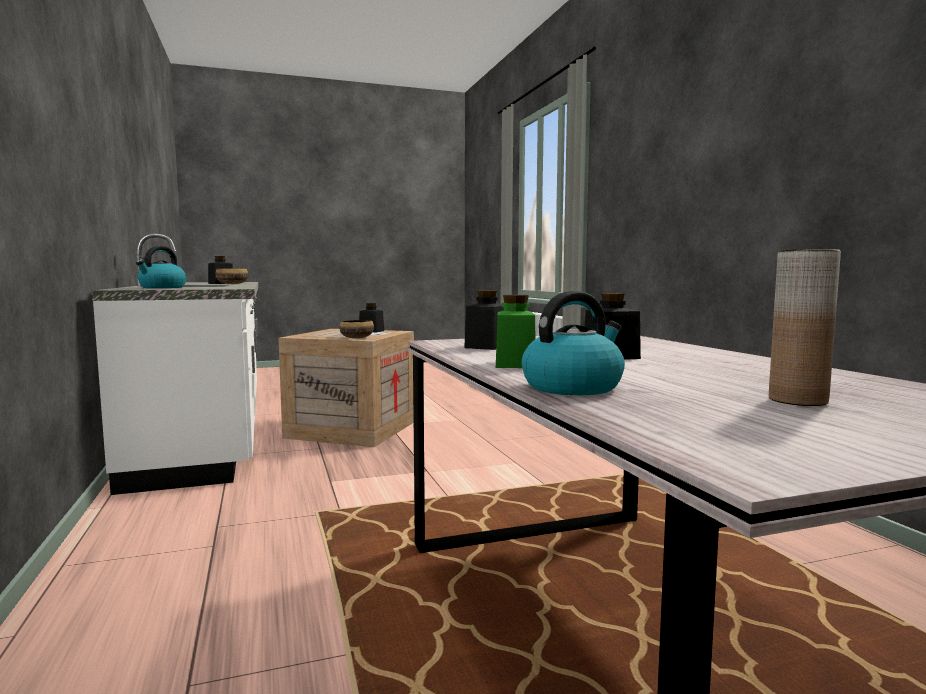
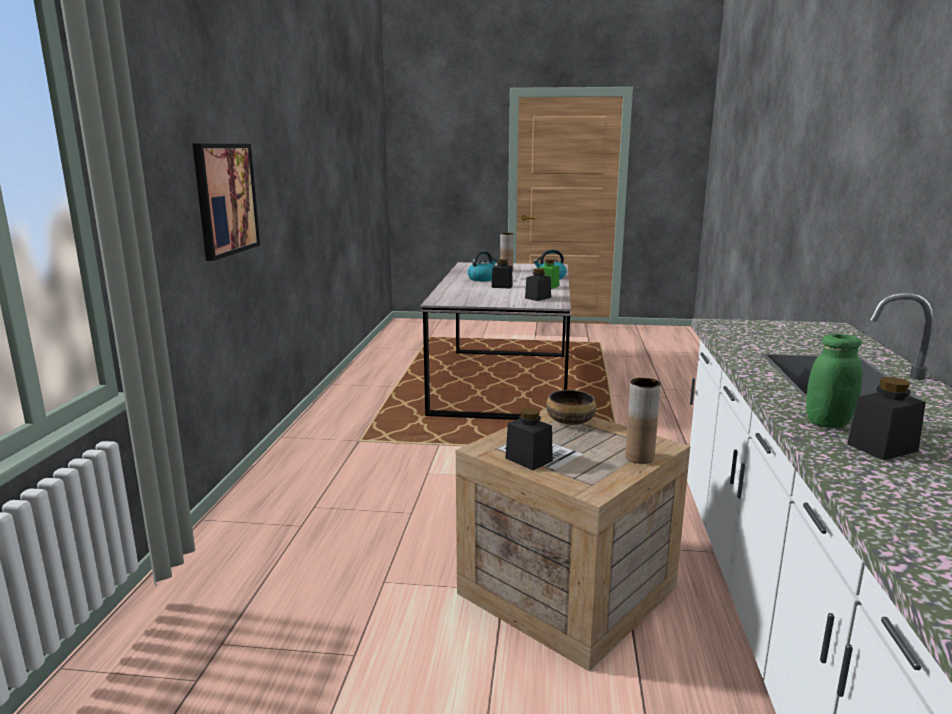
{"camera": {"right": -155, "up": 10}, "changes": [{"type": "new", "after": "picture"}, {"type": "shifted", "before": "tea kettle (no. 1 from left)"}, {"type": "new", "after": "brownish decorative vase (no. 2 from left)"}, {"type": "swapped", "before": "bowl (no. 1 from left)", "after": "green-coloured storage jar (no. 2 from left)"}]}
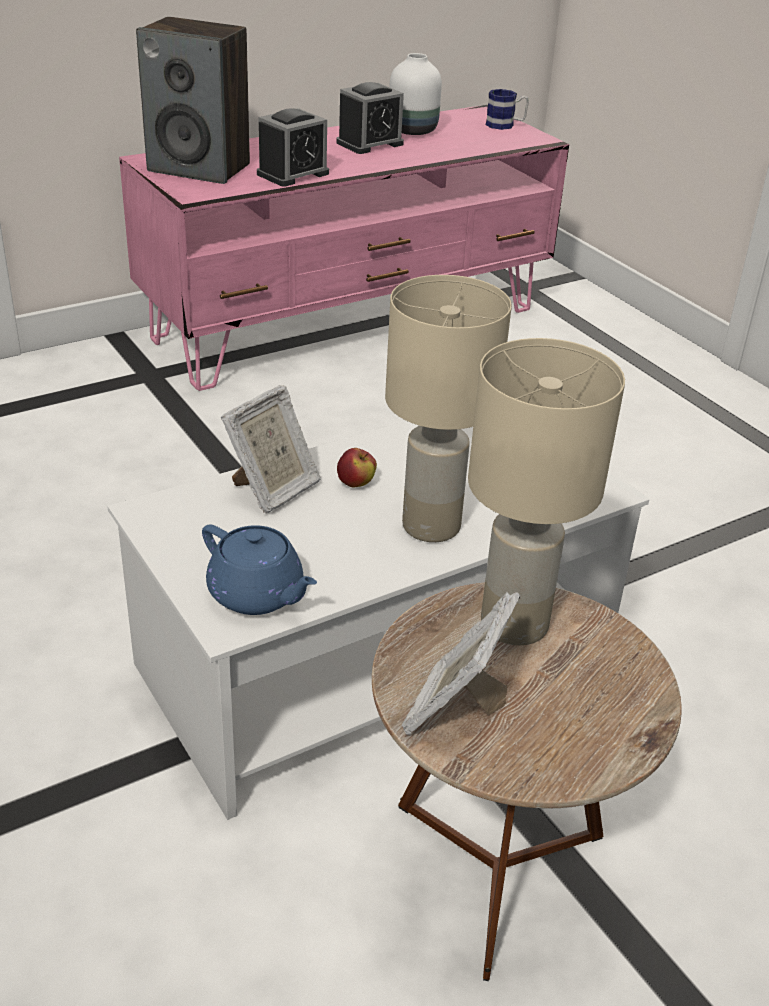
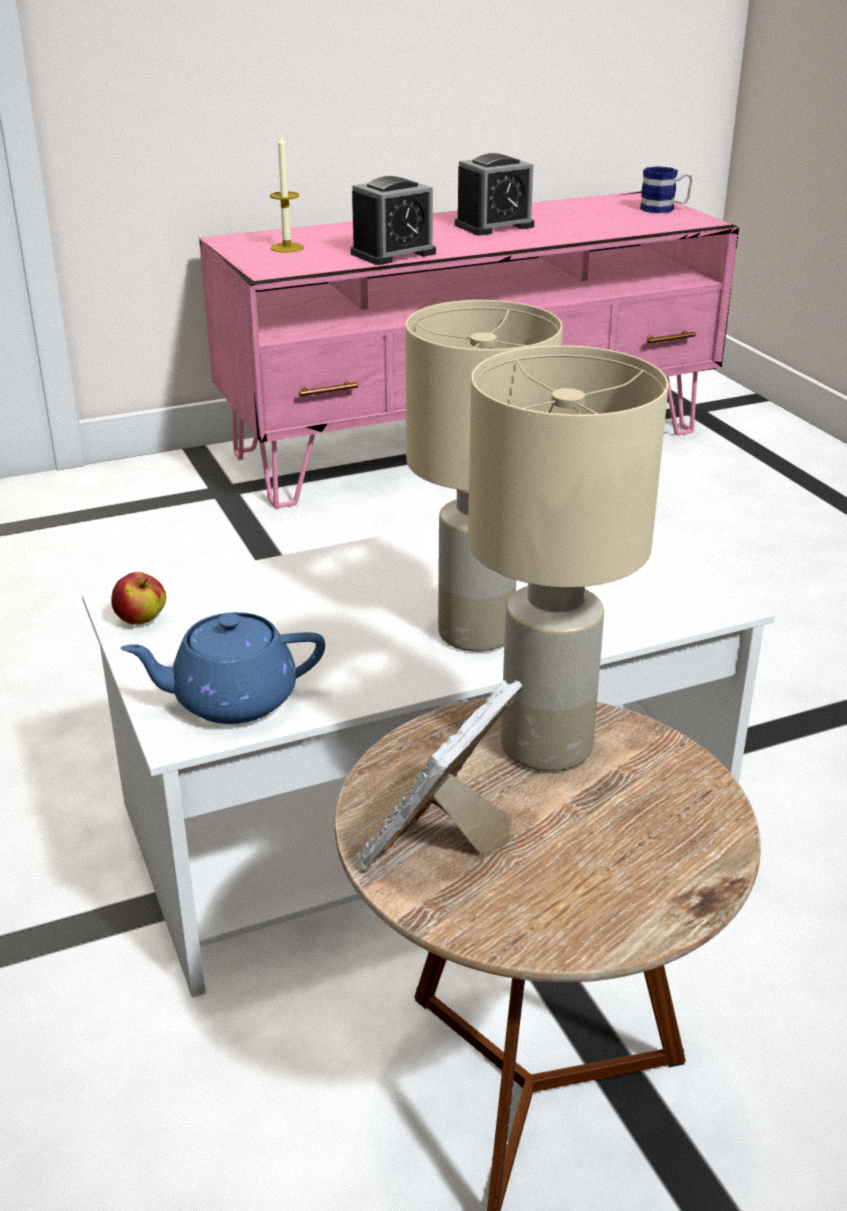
{"camera": {"right": 10, "up": -5}, "changes": [{"type": "shifted", "before": "apple"}, {"type": "rotated", "before": "blue-coloured teapot", "turn": 120}, {"type": "swapped", "before": "audio speaker", "after": "candle"}, {"type": "gone", "before": "picture frame (no. 1 from left)"}, {"type": "gone", "before": "white decorative vase"}]}
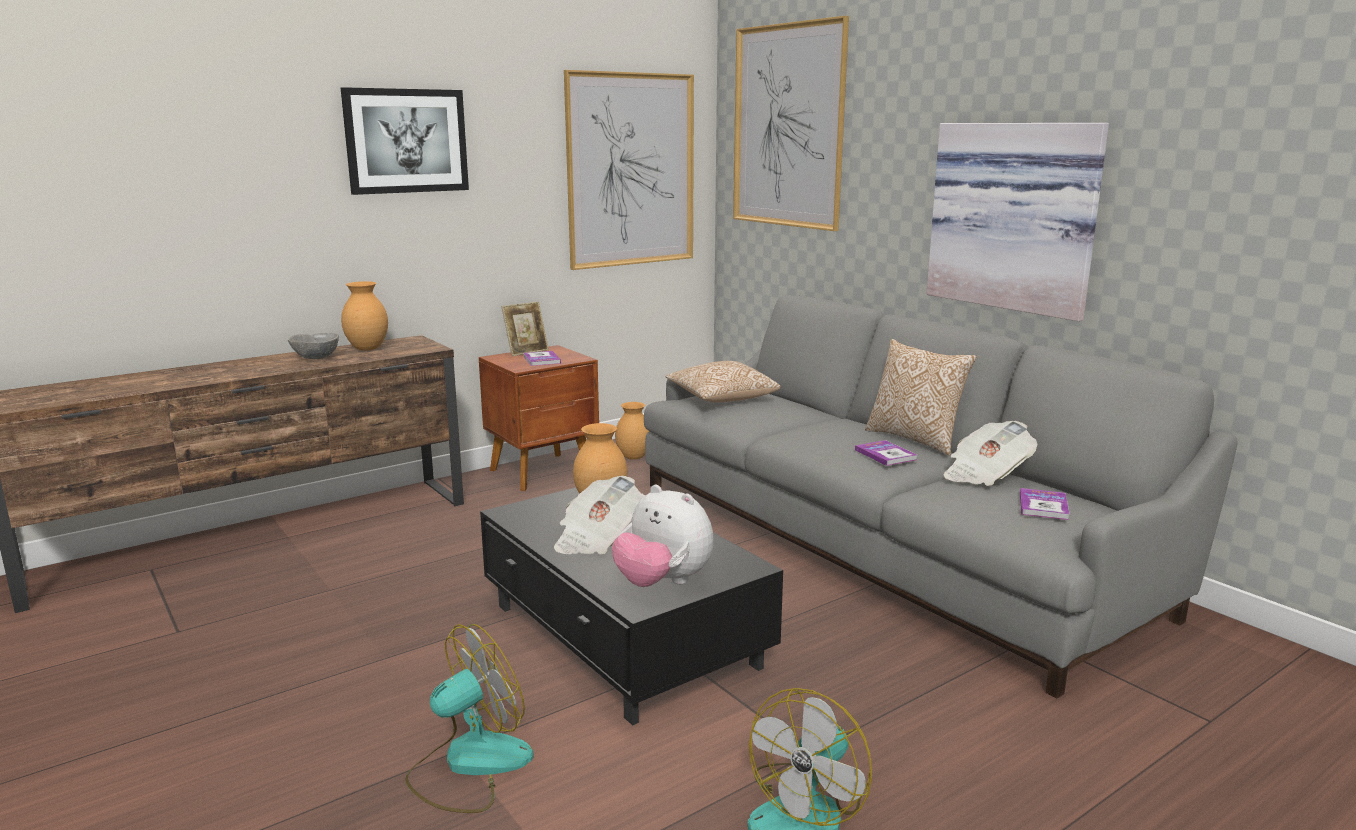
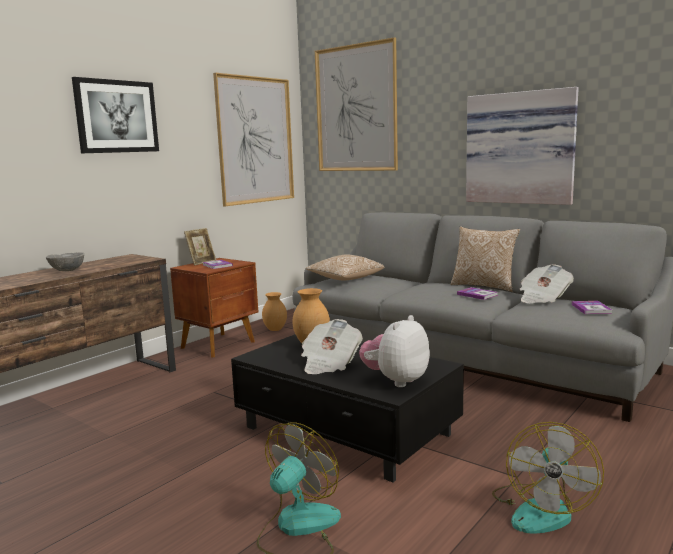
{"camera": {"right": -15, "up": -5}, "changes": [{"type": "rotated", "before": "soft toy", "turn": 105}, {"type": "gone", "before": "brownish decorative vase (no. 1 from left)"}]}
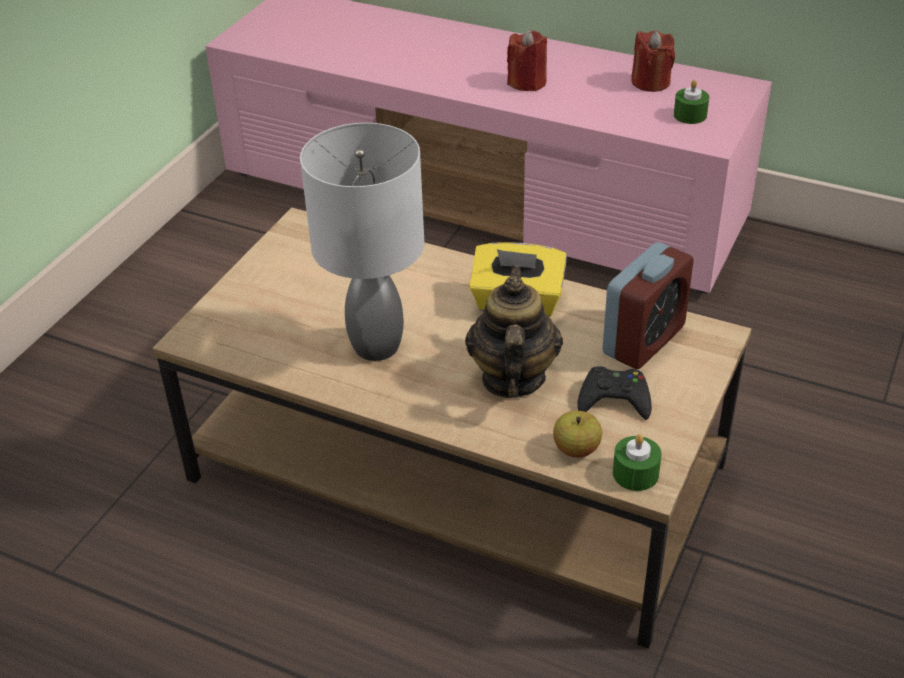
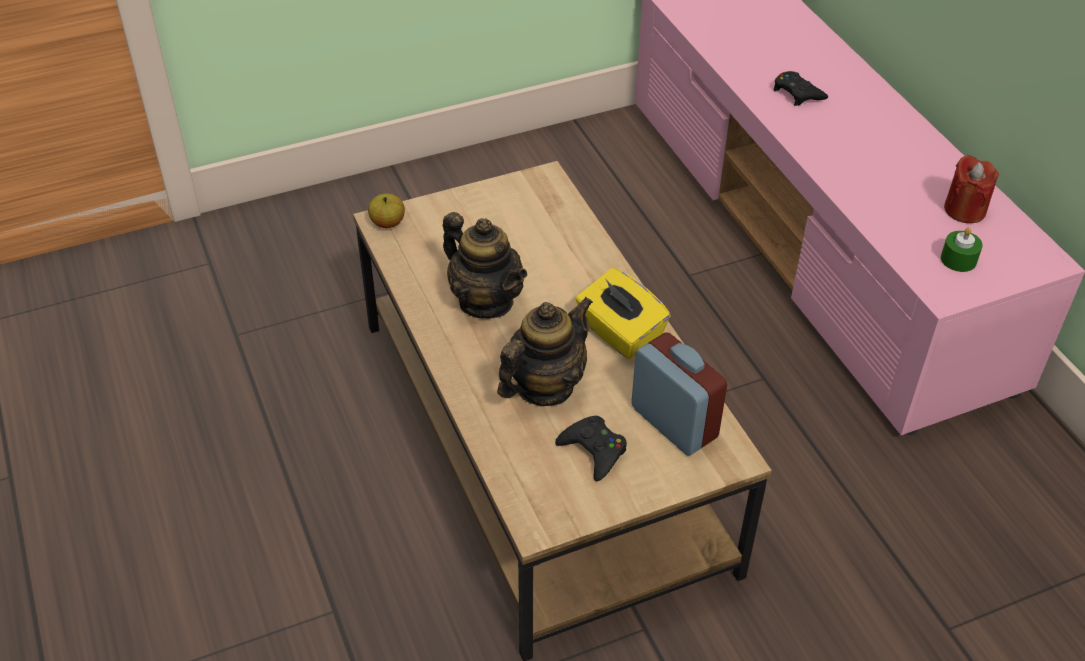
{"camera": {"right": 40, "up": 5}, "changes": [{"type": "shifted", "before": "apple"}, {"type": "swapped", "before": "grey tabletop lamp", "after": "teapot (no. 1 from left)"}, {"type": "rotated", "before": "alarm clock", "turn": -120}, {"type": "new", "after": "black-coloured joypad (no. 2 from left)"}, {"type": "gone", "before": "reddish candle (no. 1 from left)"}, {"type": "gone", "before": "green-coloured candle (no. 1 from left)"}]}
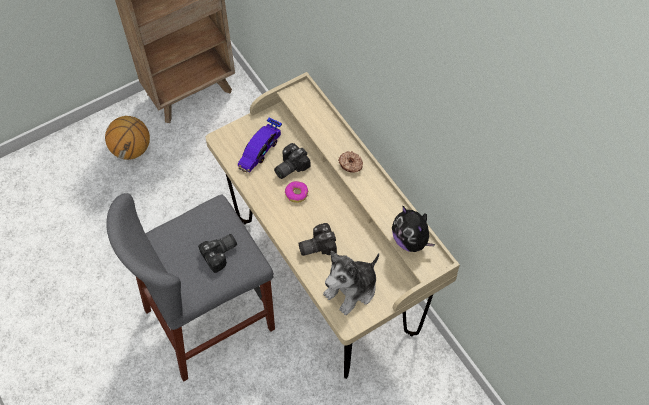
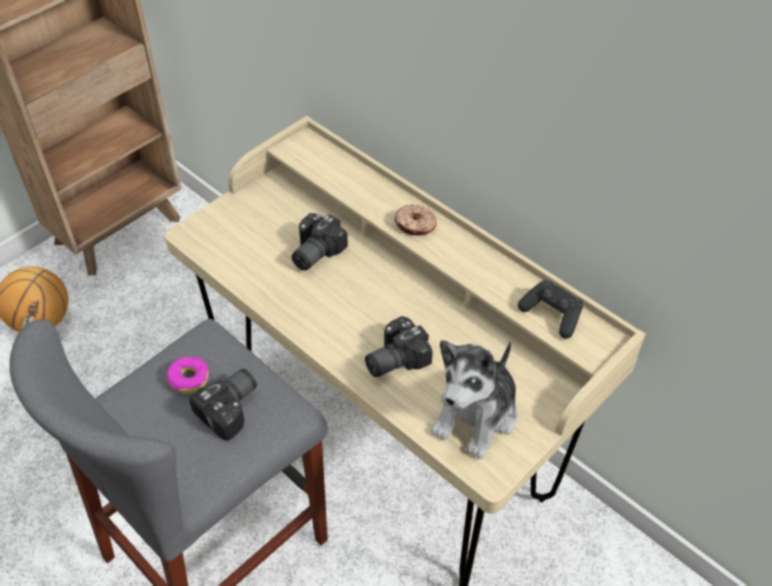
{"camera": {"right": -15, "up": -10}, "changes": [{"type": "shifted", "before": "doughnut (no. 1 from left)"}, {"type": "swapped", "before": "soft toy (no. 2 from left)", "after": "black-coloured joypad"}, {"type": "gone", "before": "model car"}]}
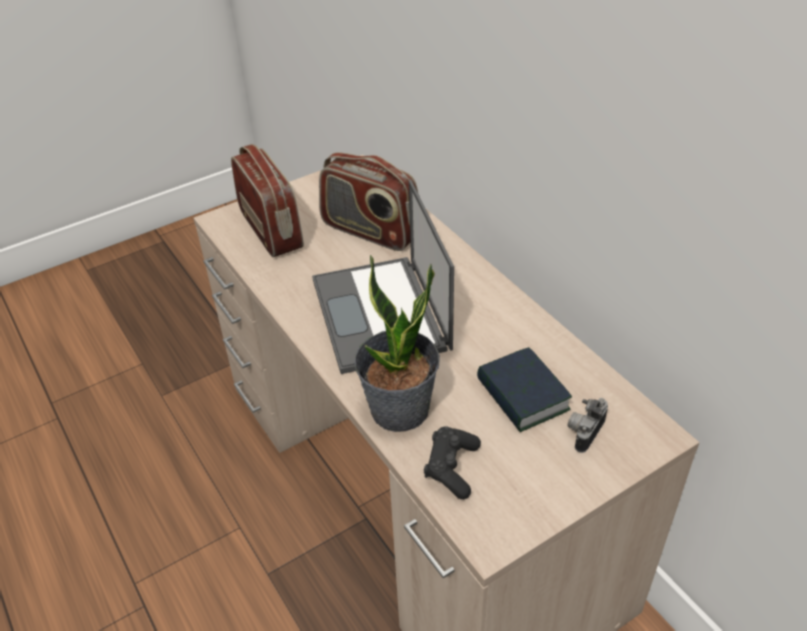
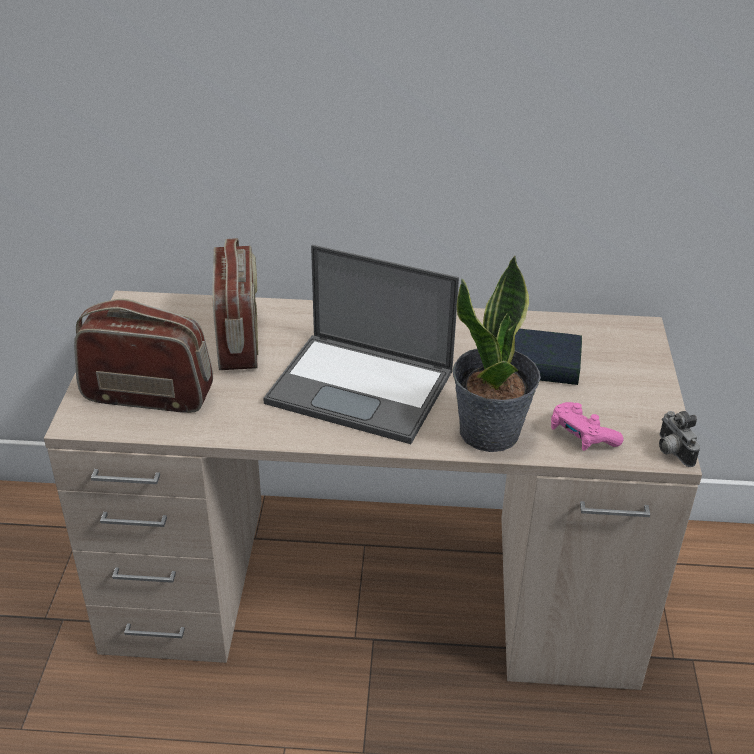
{"camera": {"right": -55, "up": -5}, "changes": [{"type": "rotated", "before": "radio receiver (no. 2 from left)", "turn": -75}, {"type": "repainted", "before": "black-coloured joypad", "after": "pink-coloured joypad"}, {"type": "shifted", "before": "photo camera"}]}
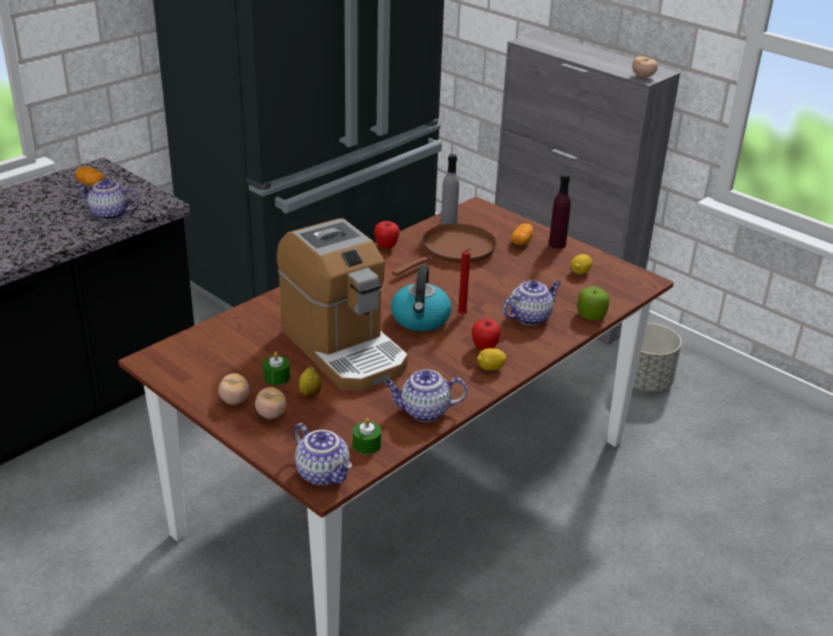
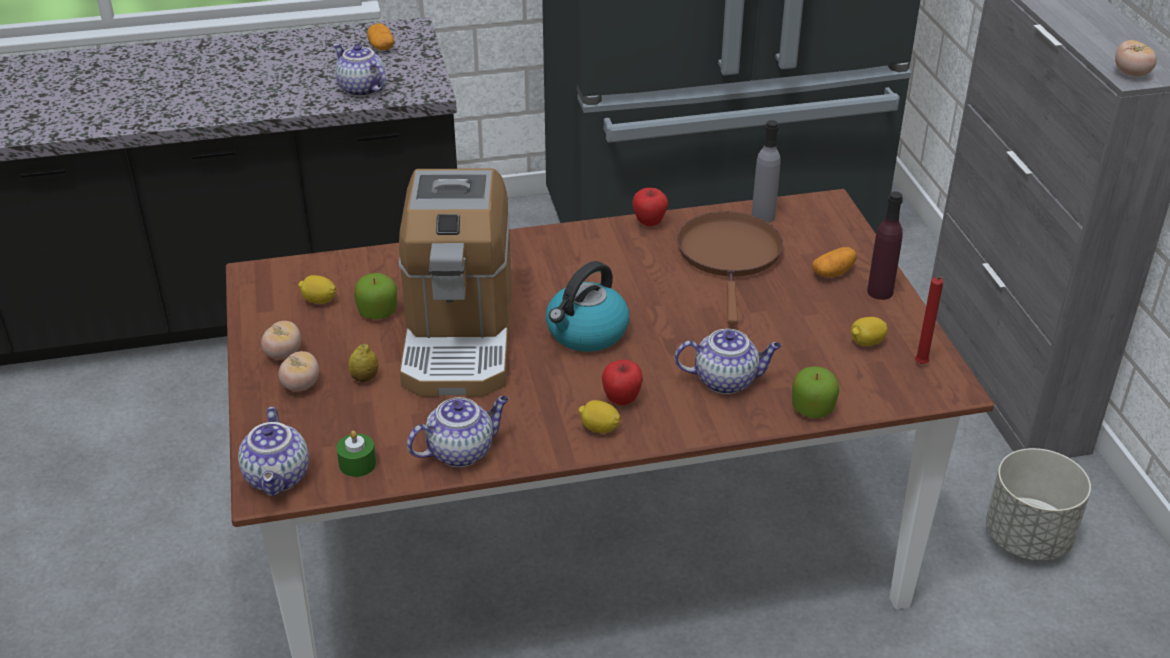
{"camera": {"right": 35, "up": 5}, "changes": [{"type": "new", "after": "lemon (no. 1 from left)"}, {"type": "new", "after": "apple (no. 1 from left)"}, {"type": "rotated", "before": "teapot (no. 3 from left)", "turn": 120}, {"type": "rotated", "before": "brownish skillet", "turn": -75}, {"type": "shifted", "before": "reddish candle"}, {"type": "gone", "before": "green-coloured candle (no. 1 from left)"}]}
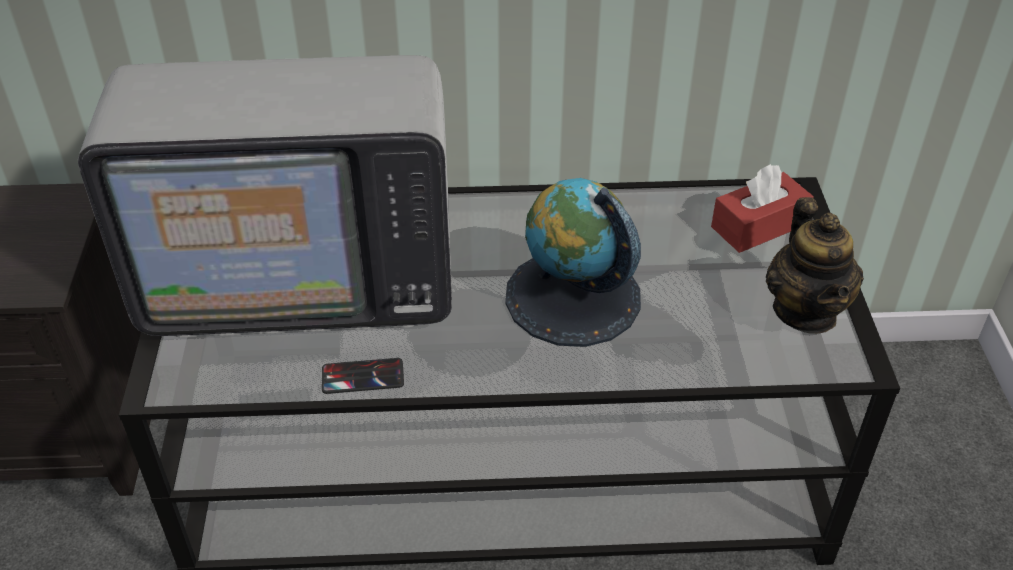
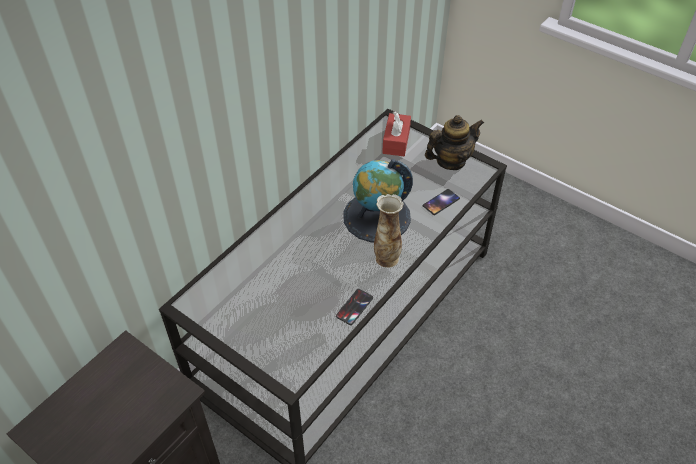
{"camera": {"right": -50, "up": 5}, "changes": [{"type": "new", "after": "decorative vase"}, {"type": "new", "after": "handset (no. 2 from left)"}, {"type": "rotated", "before": "teapot", "turn": -60}, {"type": "gone", "before": "TV set"}]}
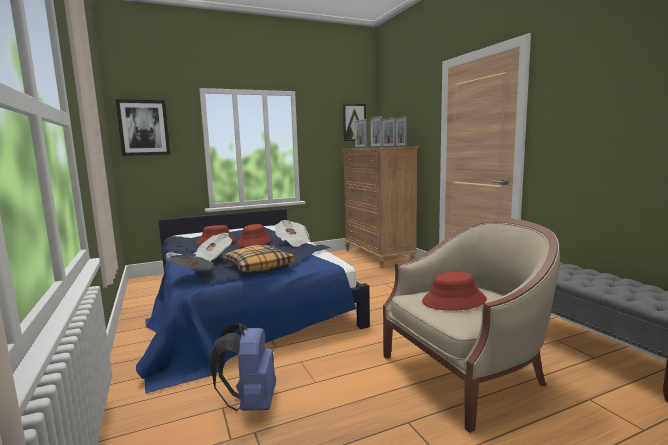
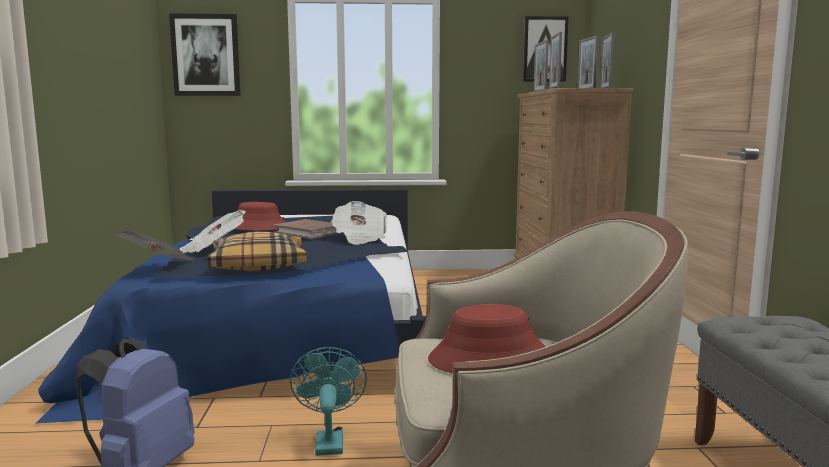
{"camera": {"right": 20, "up": 0}, "changes": [{"type": "swapped", "before": "reddish clothing hat (no. 2 from left)", "after": "brownish volume"}, {"type": "new", "after": "blue-green cooling fan"}]}
